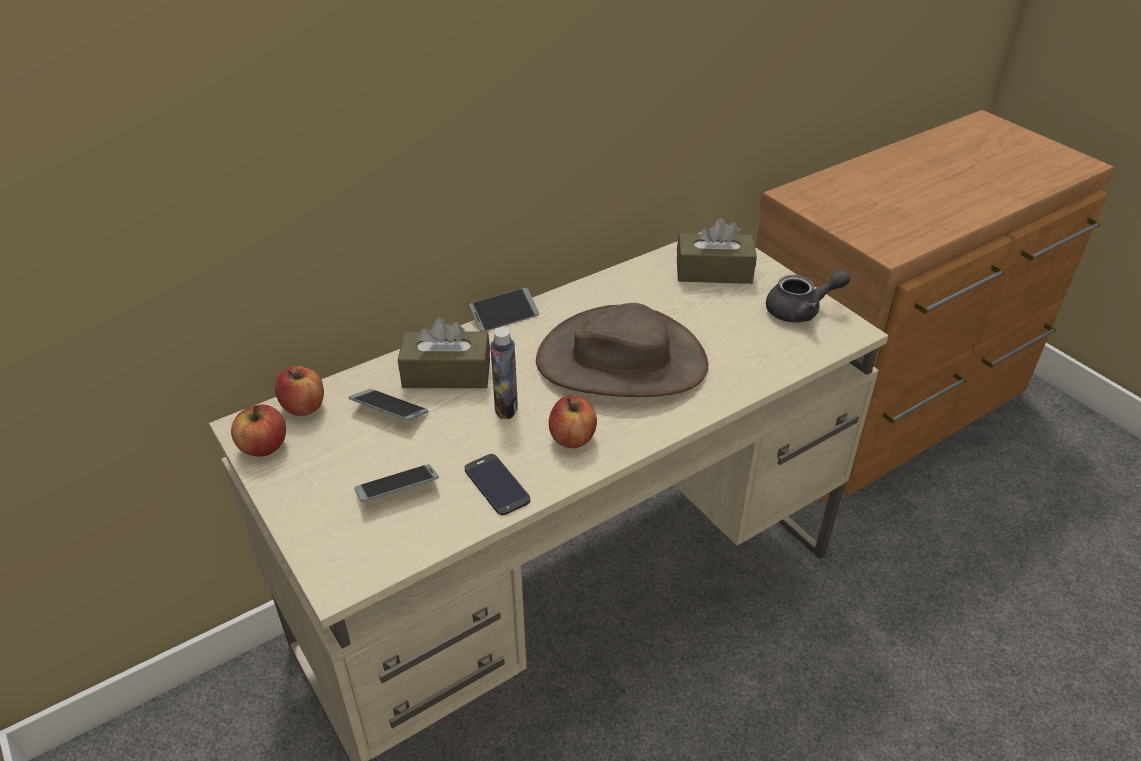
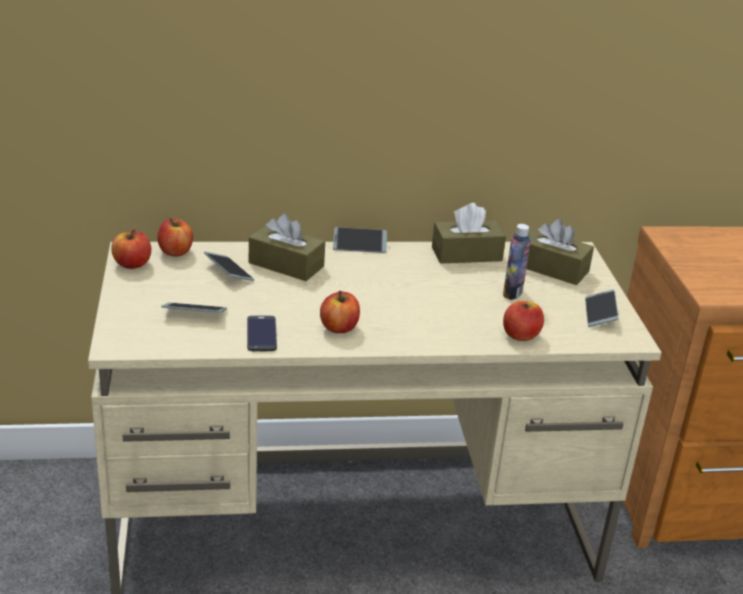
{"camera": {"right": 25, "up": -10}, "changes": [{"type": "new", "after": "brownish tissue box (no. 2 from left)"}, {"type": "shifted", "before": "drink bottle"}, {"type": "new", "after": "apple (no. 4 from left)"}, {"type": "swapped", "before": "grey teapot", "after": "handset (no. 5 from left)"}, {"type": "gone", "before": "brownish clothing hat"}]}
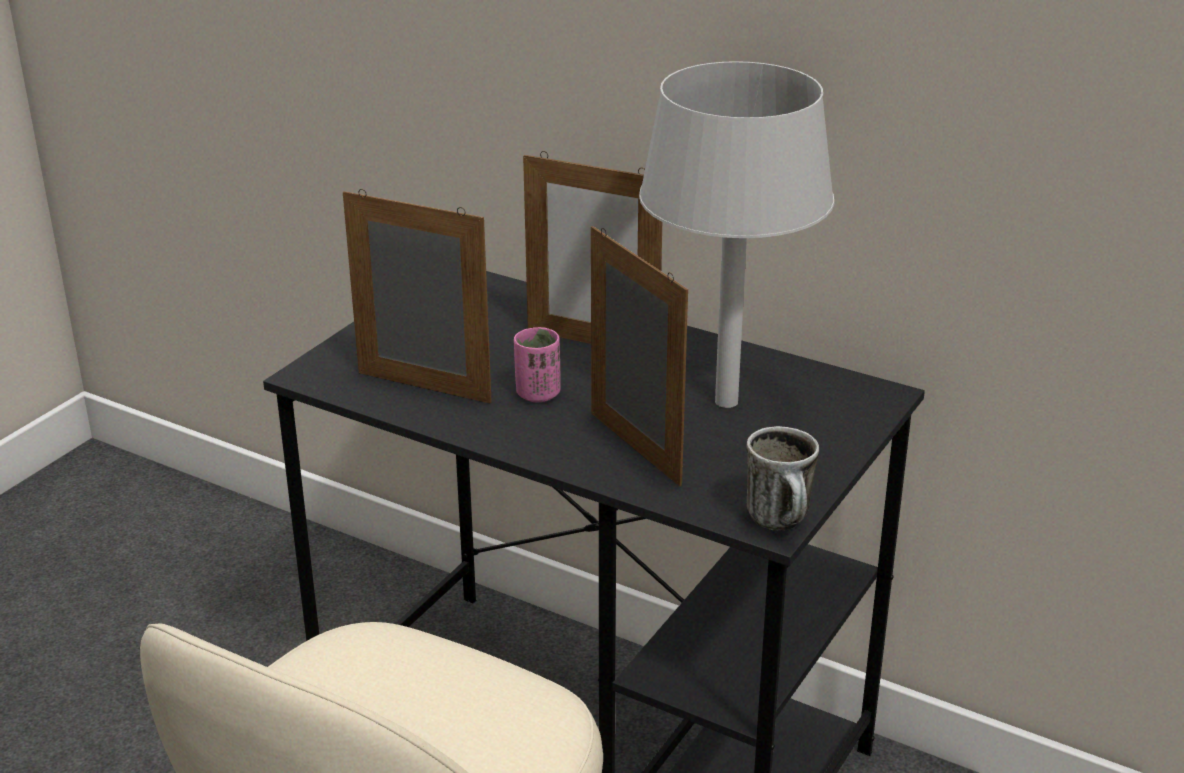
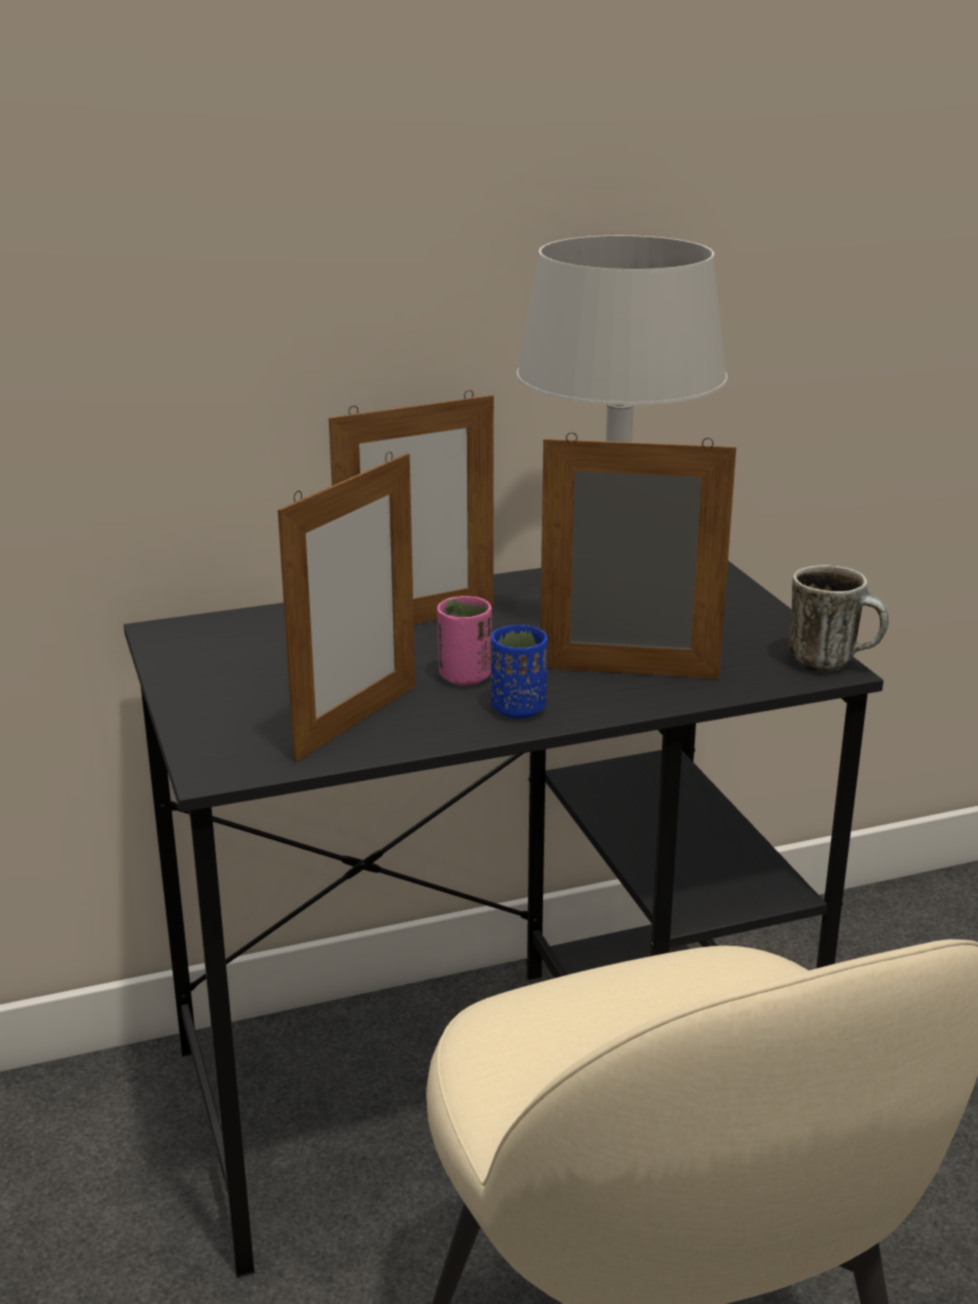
{"camera": {"right": -50, "up": -5}, "changes": [{"type": "rotated", "before": "picture frame (no. 1 from left)", "turn": 150}, {"type": "new", "after": "blue-coloured drinking cup"}]}
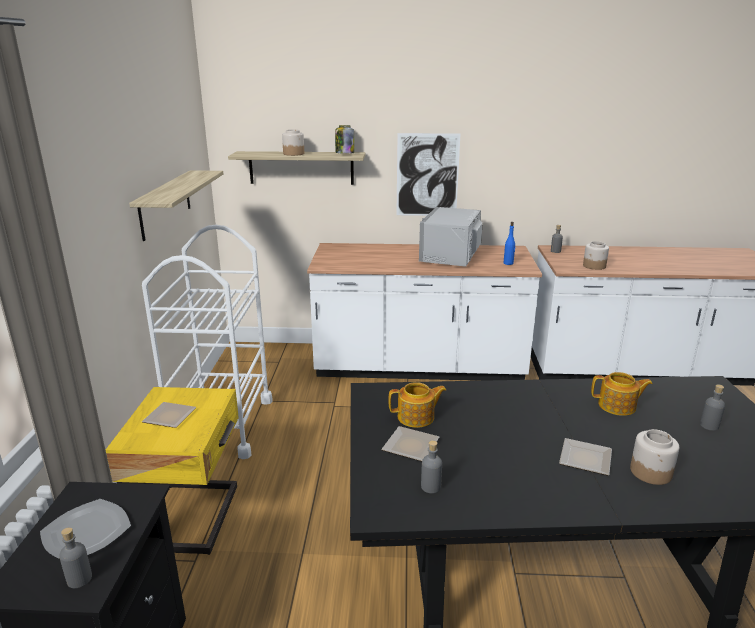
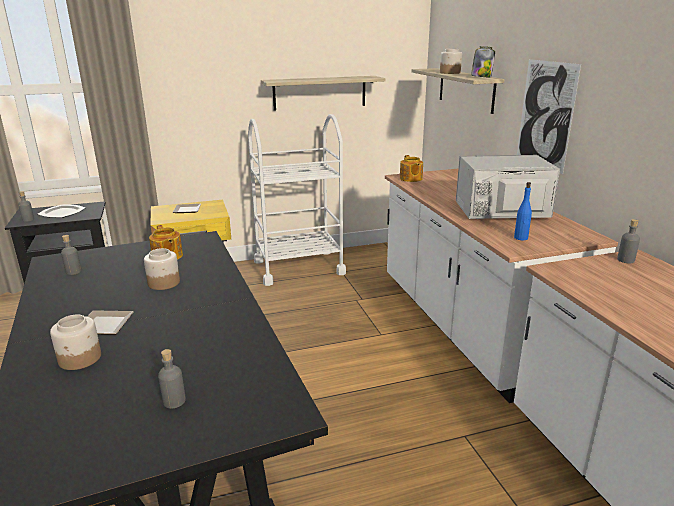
{"camera": {"right": 70, "up": 0}, "changes": [{"type": "shifted", "before": "storage jar (no. 3 from left in the first image)", "after": "storage jar (no. 2 from left)"}, {"type": "shifted", "before": "teapot (no. 2 from left)"}, {"type": "gone", "before": "dinner plate (no. 3 from left)"}]}
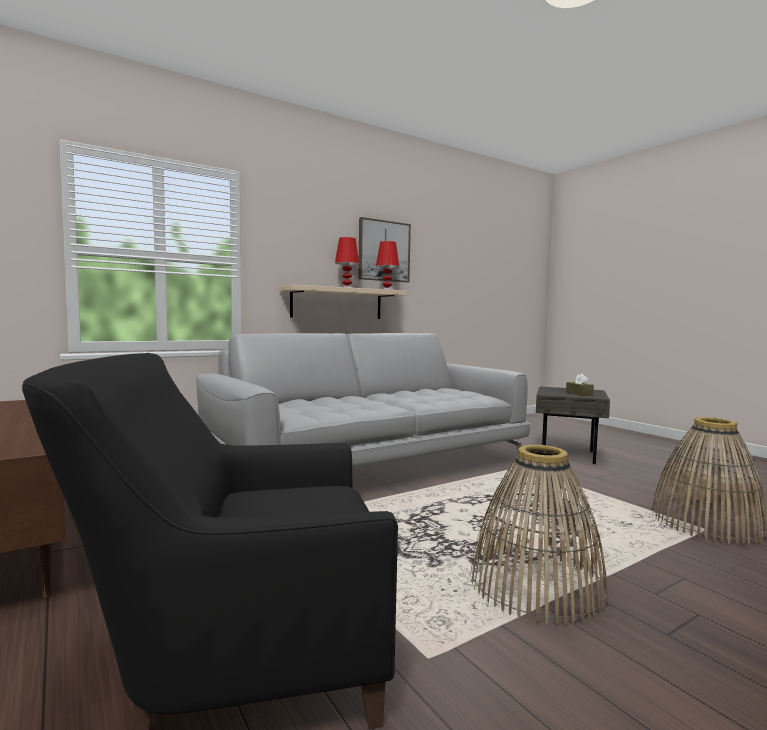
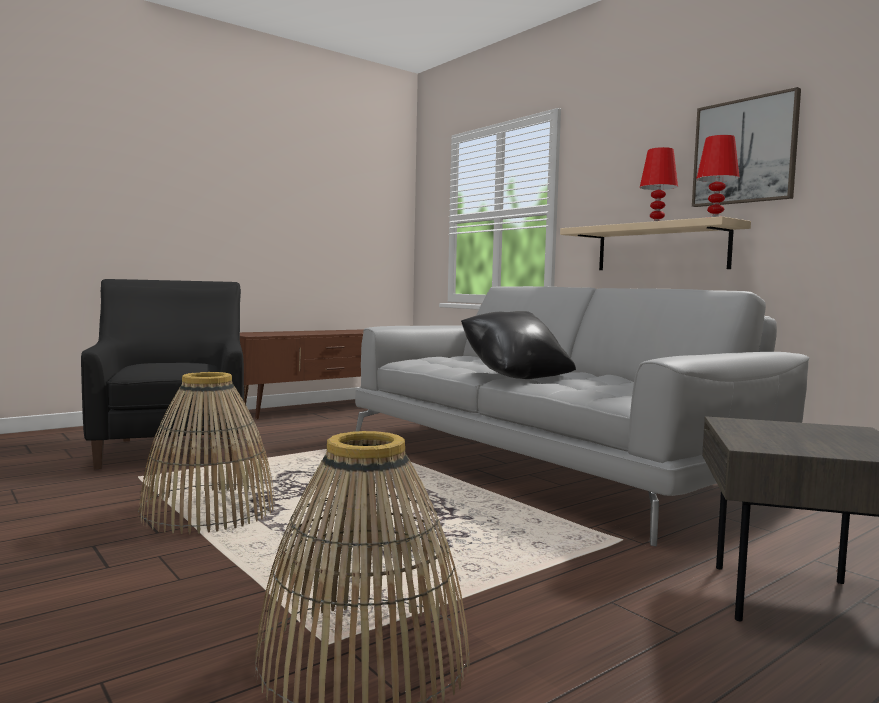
{"camera": {"right": 85, "up": 0}, "changes": [{"type": "new", "after": "black-coloured cushion"}, {"type": "gone", "before": "brownish tissue box"}]}
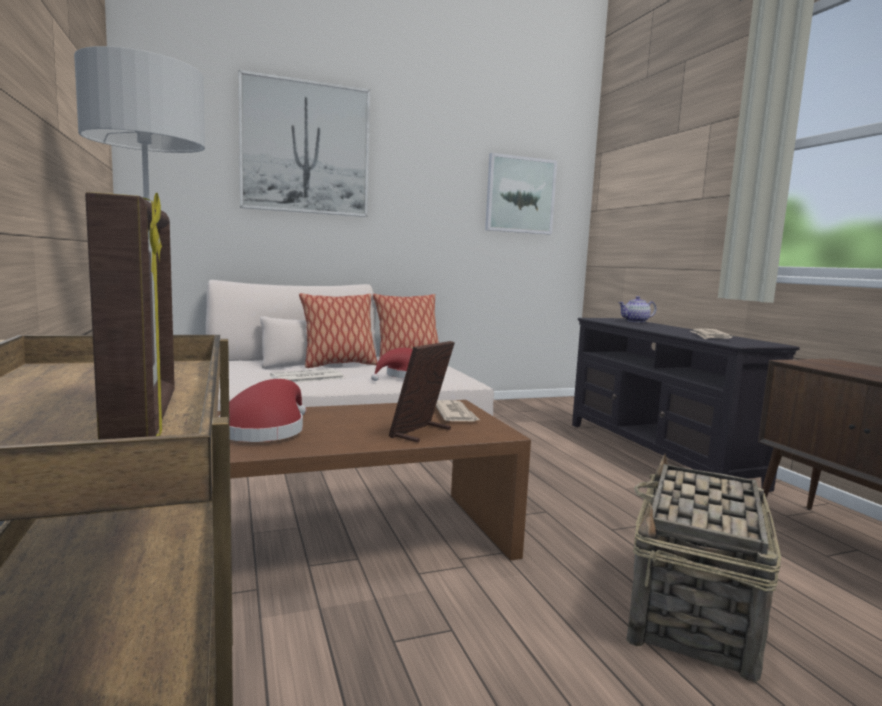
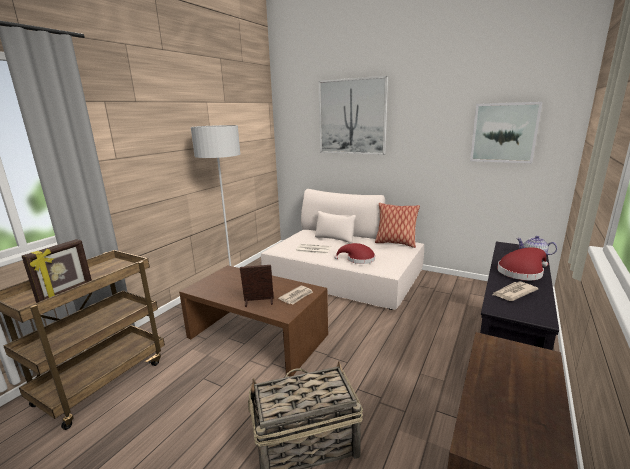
{"camera": {"right": 50, "up": 10}, "changes": [{"type": "shifted", "before": "reddish clothing hat (no. 1 from left in the first image)", "after": "reddish clothing hat (no. 2 from left)"}, {"type": "gone", "before": "cushion (no. 1 from left)"}]}
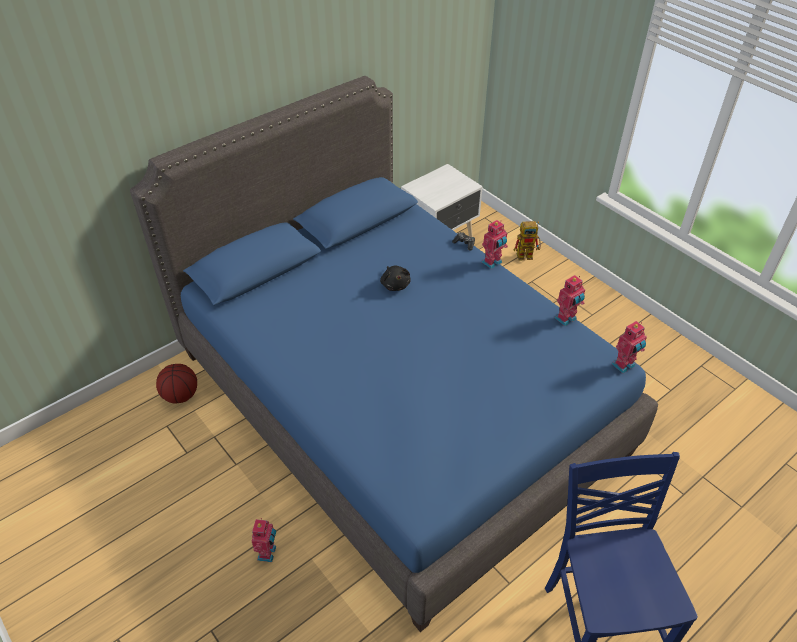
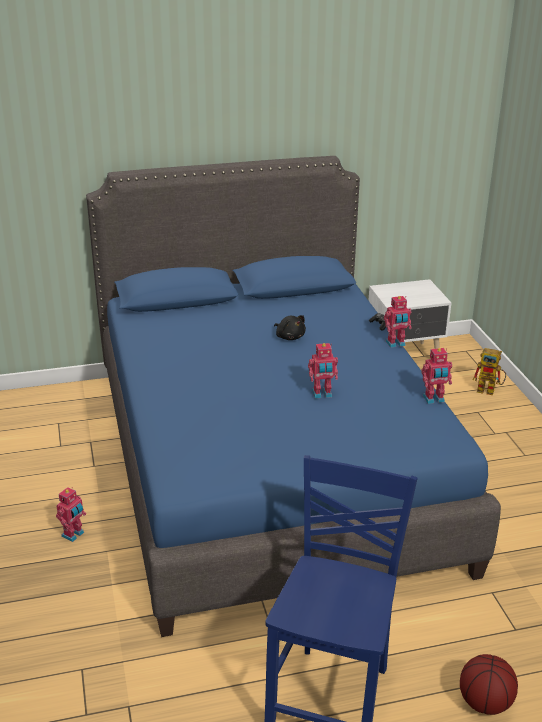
{"camera": {"right": 25, "up": -15}, "changes": [{"type": "rotated", "before": "black-coloured soft toy", "turn": -45}, {"type": "shifted", "before": "toy robot (no. 5 from left in the first image)", "after": "toy robot (no. 2 from left)"}, {"type": "shifted", "before": "basketball ball"}]}
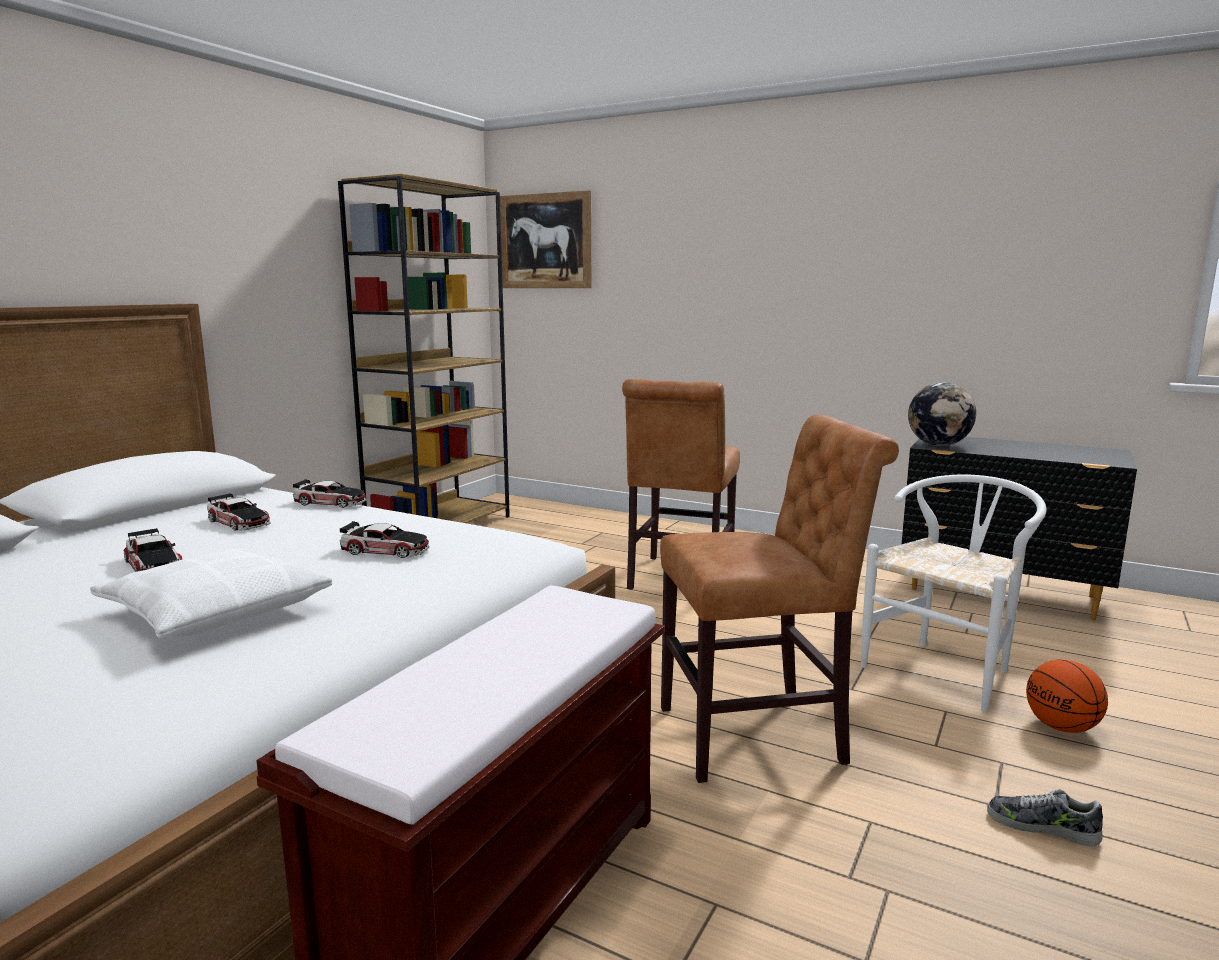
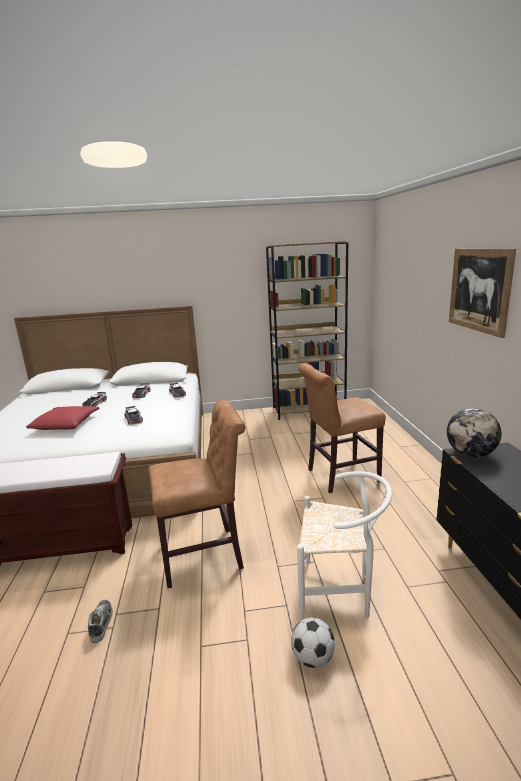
{"camera": {"right": 55, "up": 5}, "changes": [{"type": "repainted", "before": "white cushion", "after": "reddish cushion"}, {"type": "shifted", "before": "shoe"}, {"type": "rotated", "before": "brownish chair (no. 2 from left in the first image)", "turn": -60}, {"type": "swapped", "before": "basketball ball", "after": "football"}, {"type": "shifted", "before": "picture"}]}
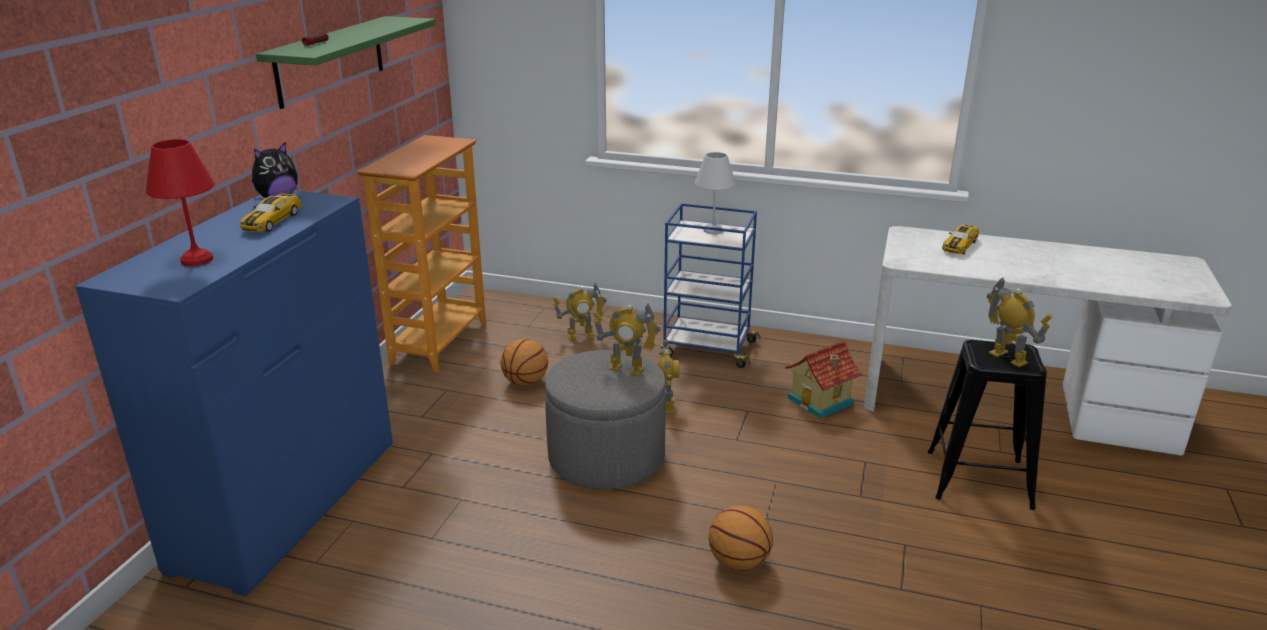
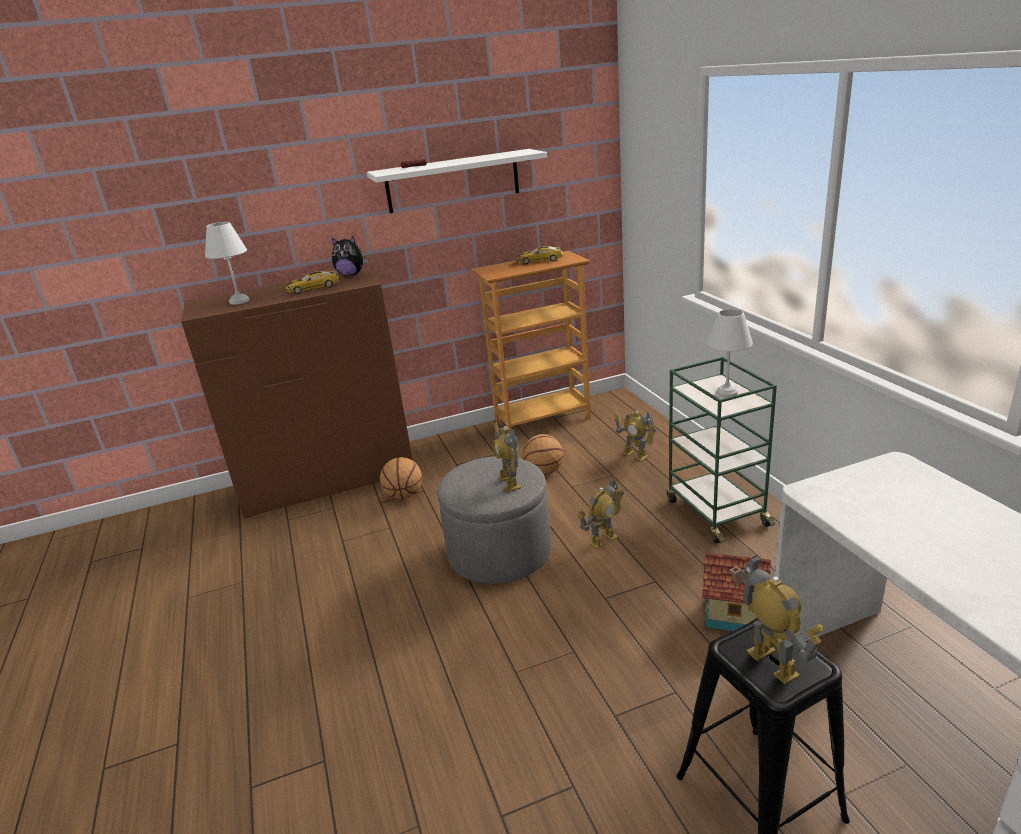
{"camera": {"right": 55, "up": 0}, "changes": [{"type": "repainted", "before": "blue-coloured dresser", "after": "brownish dresser"}, {"type": "repainted", "before": "reddish tabletop lamp", "after": "white tabletop lamp (no. 1 from left)"}, {"type": "repainted", "before": "green-coloured wall shelf", "after": "white wall shelf"}, {"type": "shifted", "before": "basketball ball (no. 2 from left in the first image)", "after": "basketball ball (no. 1 from left)"}, {"type": "shifted", "before": "model car (no. 2 from left)"}, {"type": "repainted", "before": "blue-coloured wheeled cart", "after": "green-coloured wheeled cart"}, {"type": "rotated", "before": "toy robot (no. 4 from left)", "turn": -45}]}
